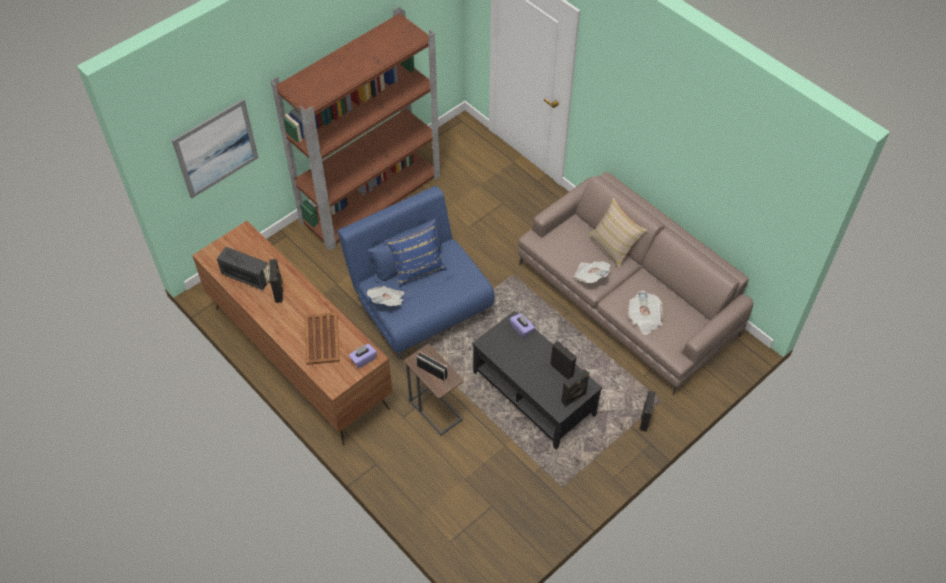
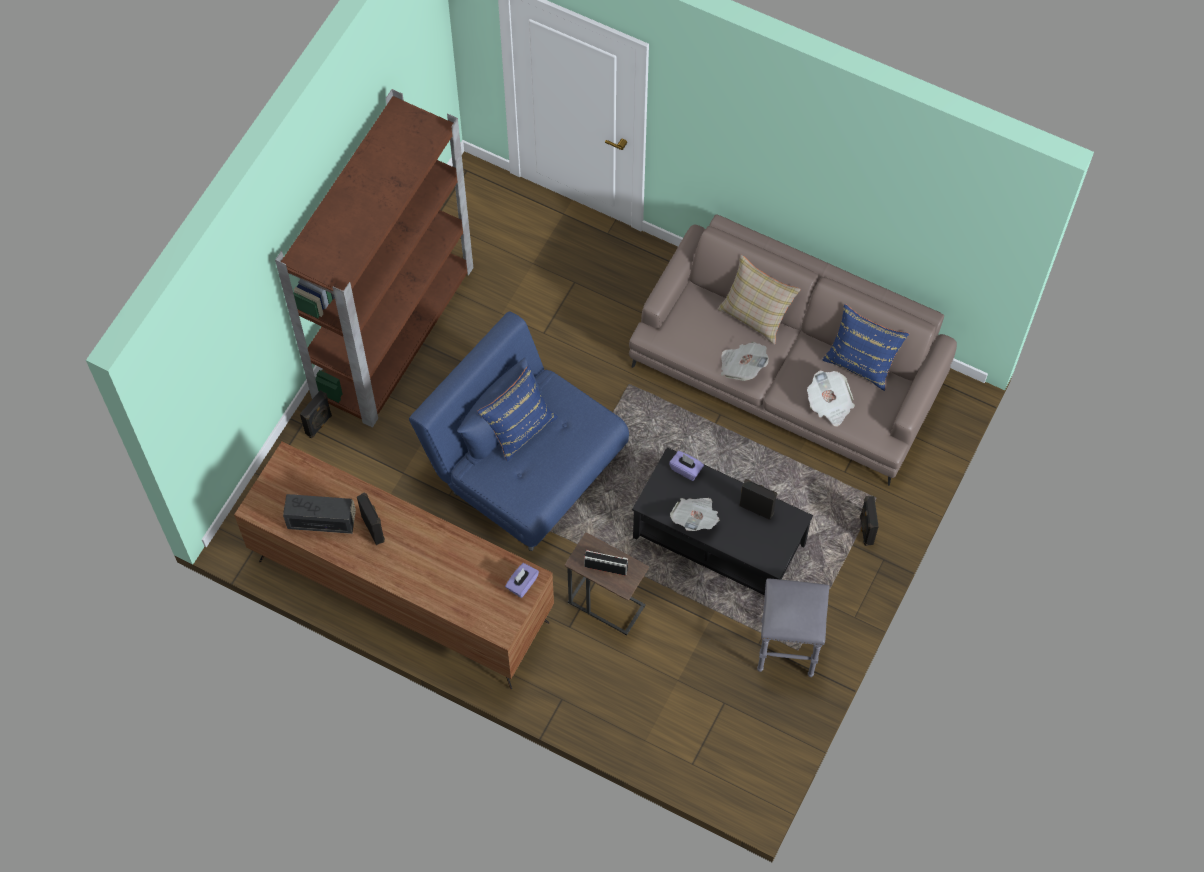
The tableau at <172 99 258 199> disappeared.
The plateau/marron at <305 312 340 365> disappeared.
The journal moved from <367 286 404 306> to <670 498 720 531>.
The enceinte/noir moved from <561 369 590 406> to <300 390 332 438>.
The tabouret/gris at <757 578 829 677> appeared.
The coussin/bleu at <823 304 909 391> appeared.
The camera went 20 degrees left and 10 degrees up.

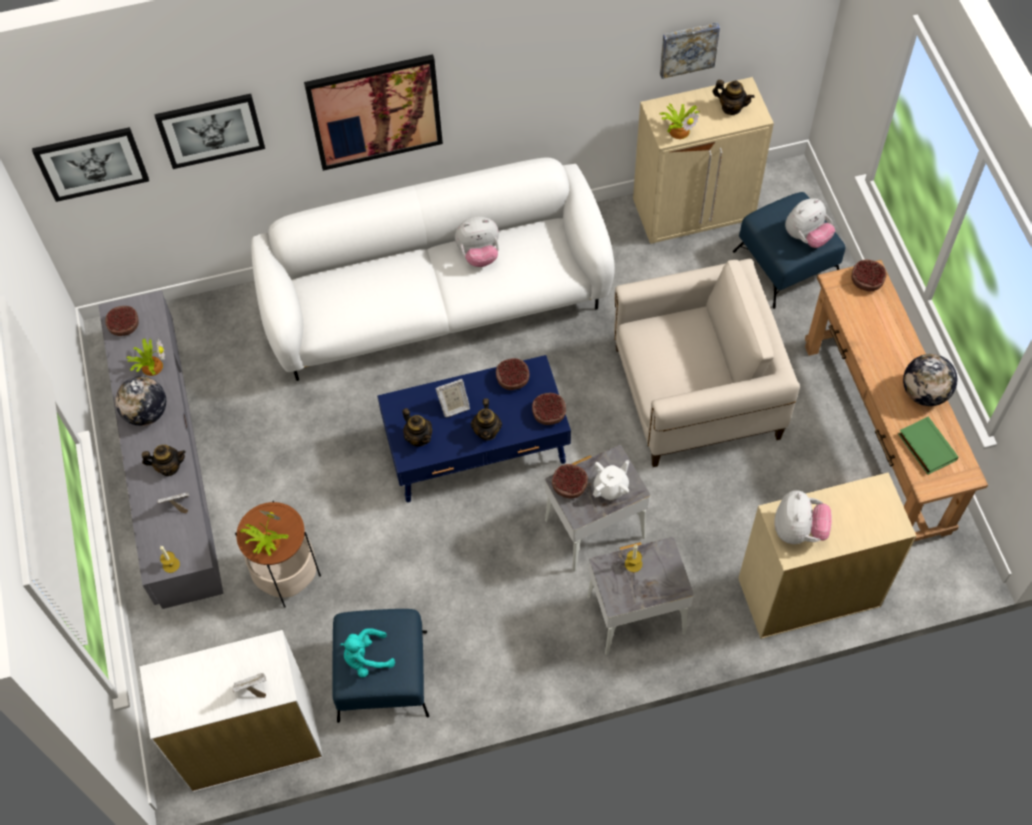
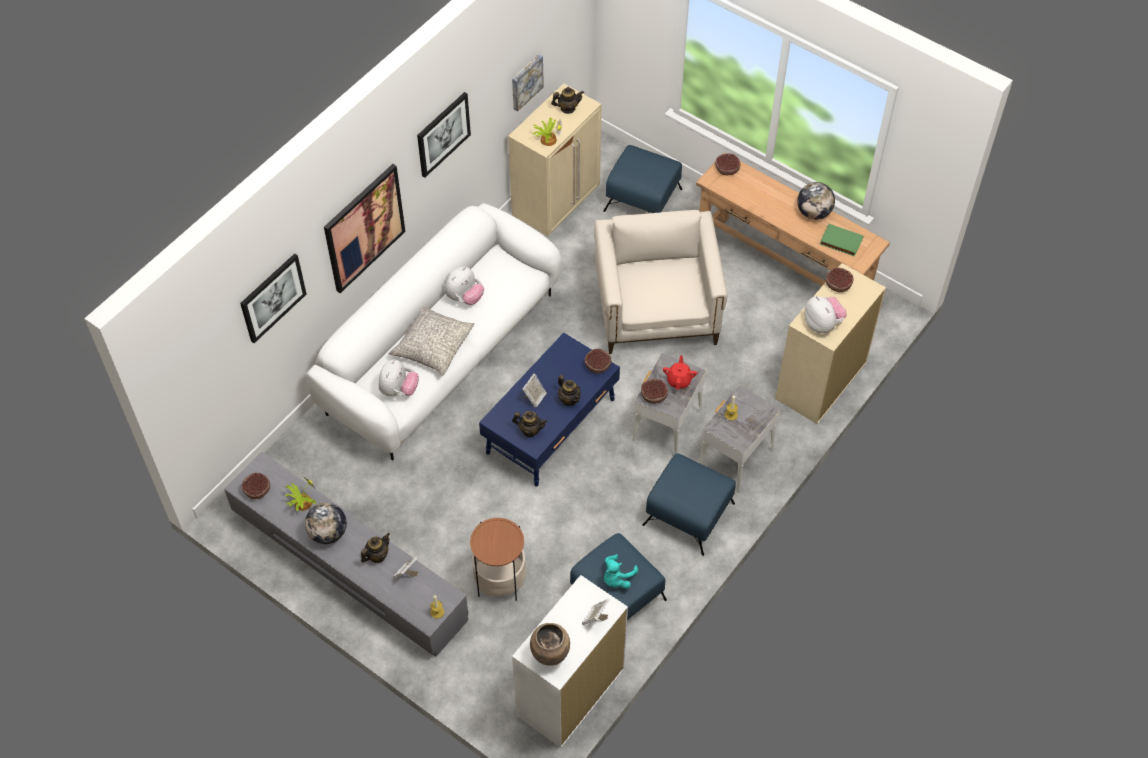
The tableau moved from <32 127 149 202> to <417 92 471 177>.
The plante en pot at <240 510 288 556> disappeared.
The bol moved from <496 358 530 390> to <826 268 854 292>.
The théière/blanc at <593 460 630 500> became the théière/rouge at <663 355 697 390>.
The fauteuil/beige at <614 259 800 467> turned 45 degrees counterclockwise.
The peluche moved from <785 199 835 248> to <379 359 419 396>.
The coussin/gris at <389 306 474 376> appeared.
The vase/marron at <530 623 570 666> appeared.
The pouf/bleu at <642 453 736 556> appeared.
The camera went 40 degrees left and 5 degrees down.

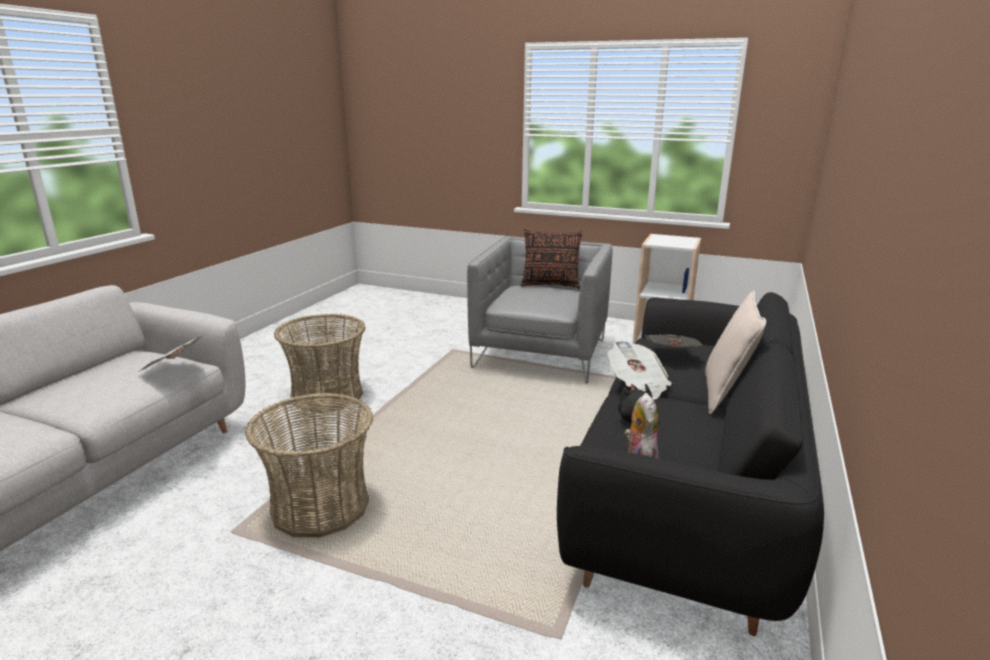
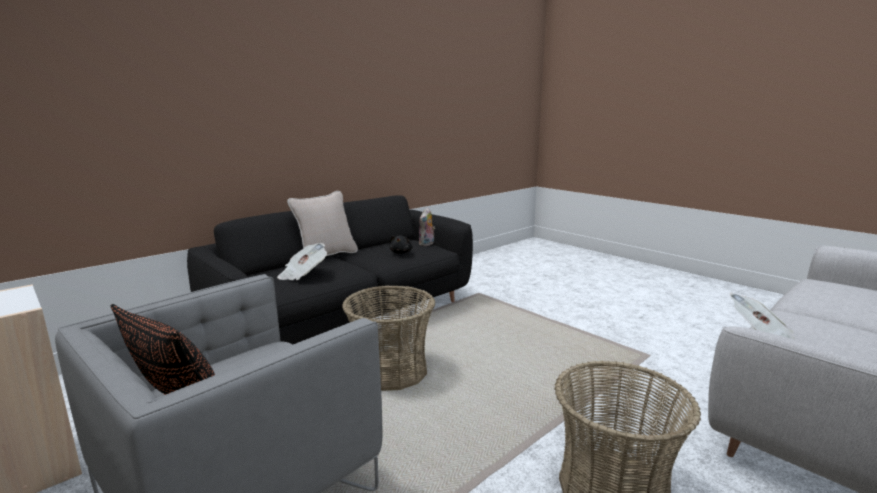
The panier moved from <245 393 373 537> to <342 285 435 391>.
The journal at <607 340 672 400> disappeared.
The camera went 155 degrees left and 5 degrees down.

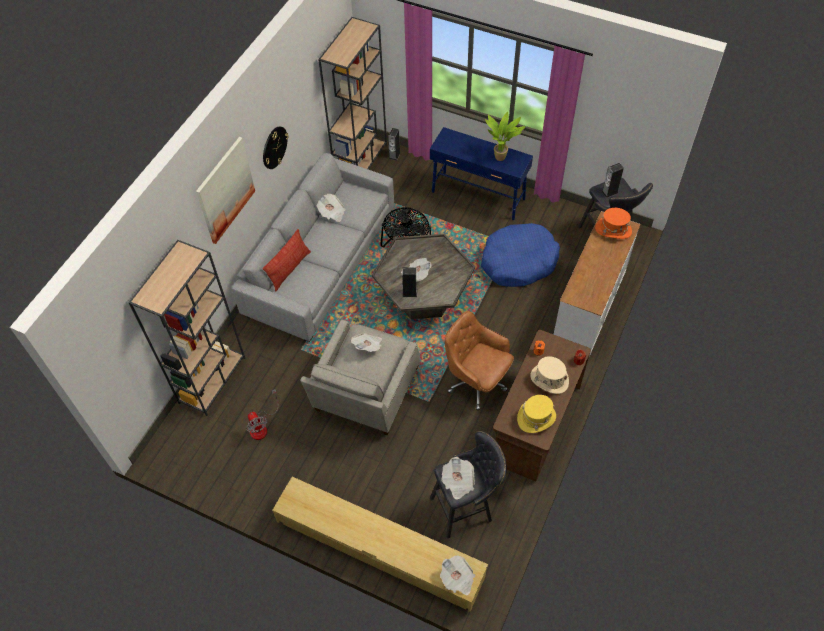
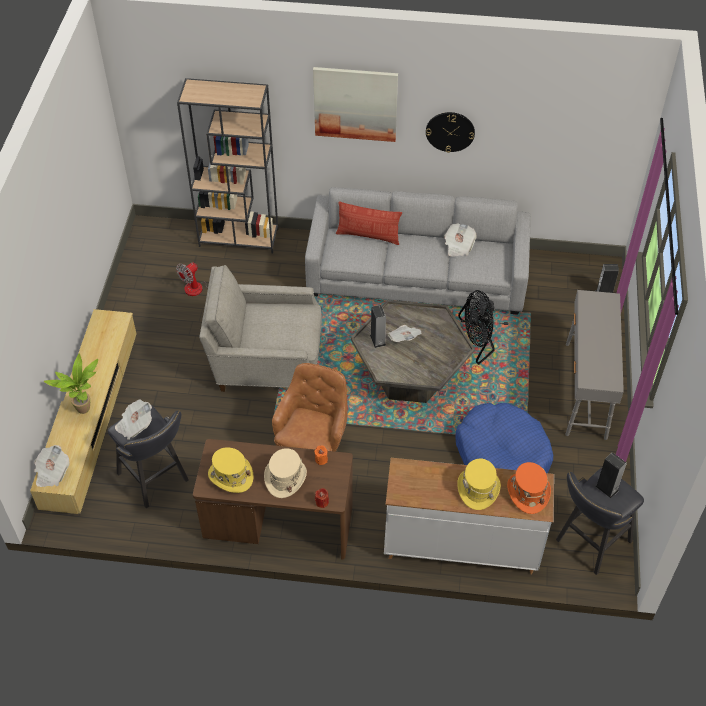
The bibliothèque at <318 17 387 170> disappeared.
The journal at <351 333 382 352> disappeared.
The table console/bleu at <430 127 533 220> became the table console/gris at <565 290 624 440>.
The plante en pot moved from <485 111 526 161> to <44 354 98 414>.
The chapeau/jaune at <457 459 501 510> appeared.
The camera went 70 degrees right and 5 degrees down.

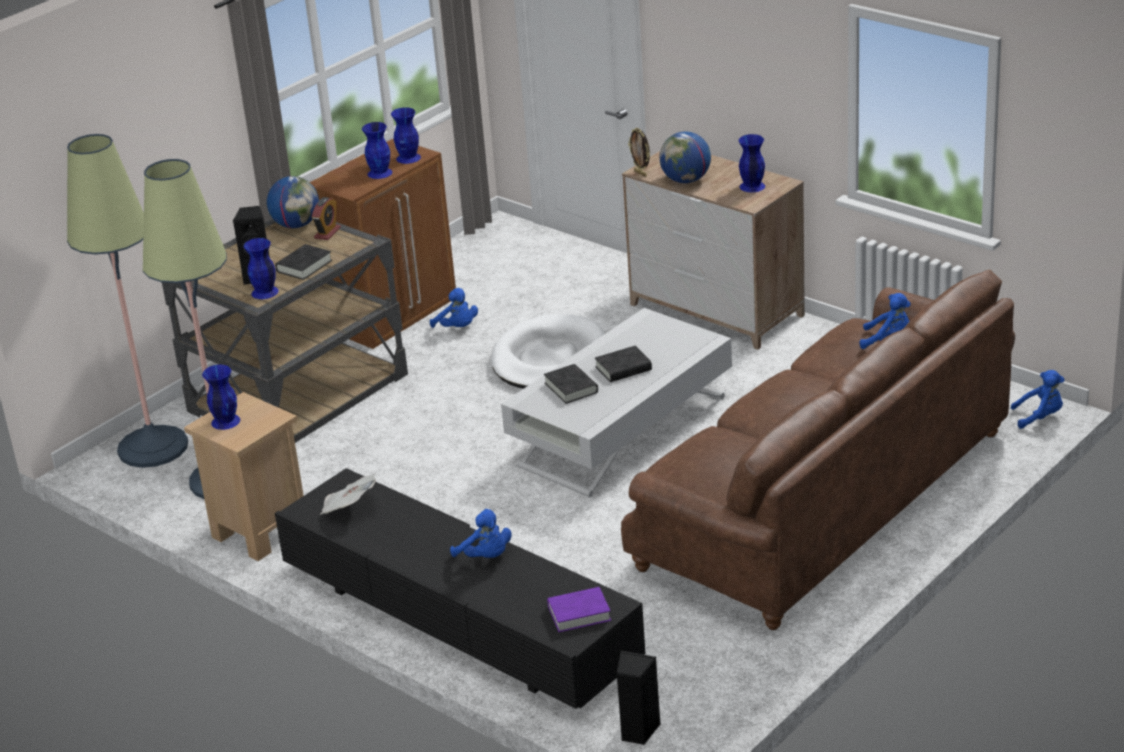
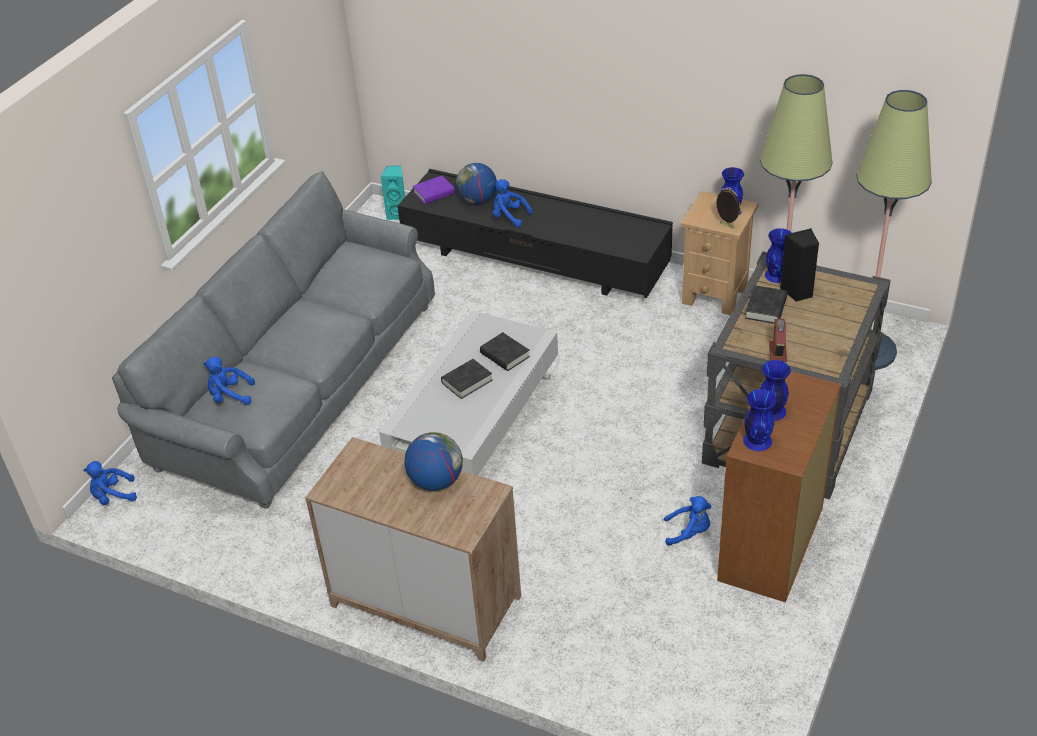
The globe moved from <267 176 319 228> to <456 163 497 204>.
The journal at <320 474 376 515> disappeared.
The peluche/bleu at <430 288 478 328> turned 150 degrees clockwise.
The panier pour chien/blanc at <491 314 605 389> disappeared.
The enceinte/noir at <617 650 660 745> became the enceinte/turquoise at <381 166 405 220>.
The canapé/marron at <621 270 1015 630> became the canapé/gris at <112 171 435 509>.
The cadre photo moved from <628 127 650 177> to <716 187 742 229>.
The vase/bleu at <739 134 765 192> disappeared.
The camera went 165 degrees right and 10 degrees up.

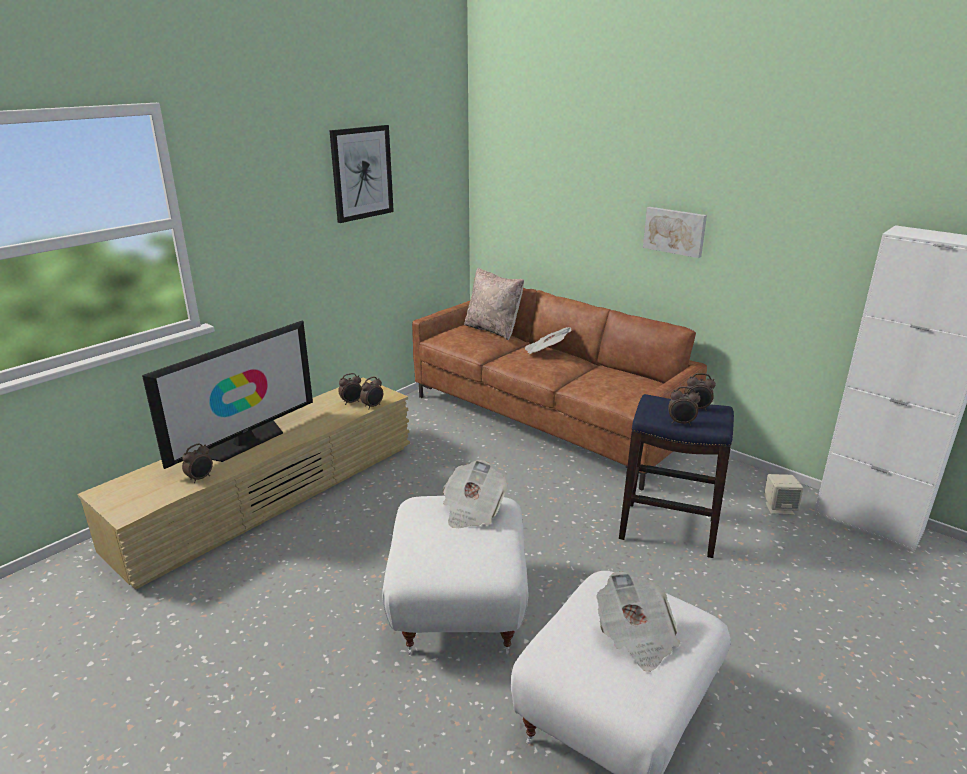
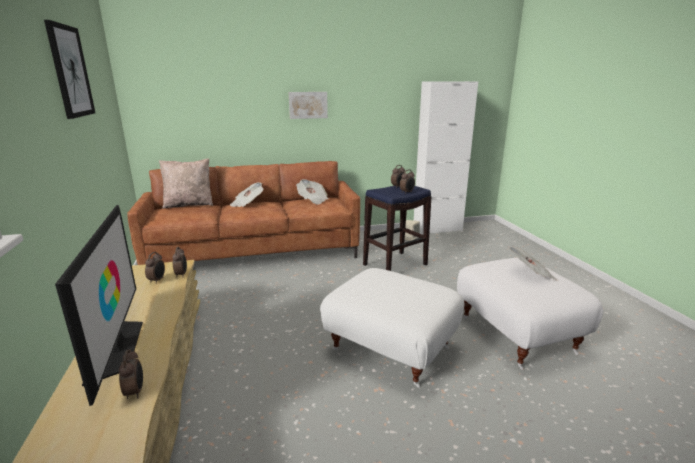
The journal moved from <443 460 507 528> to <296 179 329 205>.
The camera went 55 degrees left and 5 degrees down.

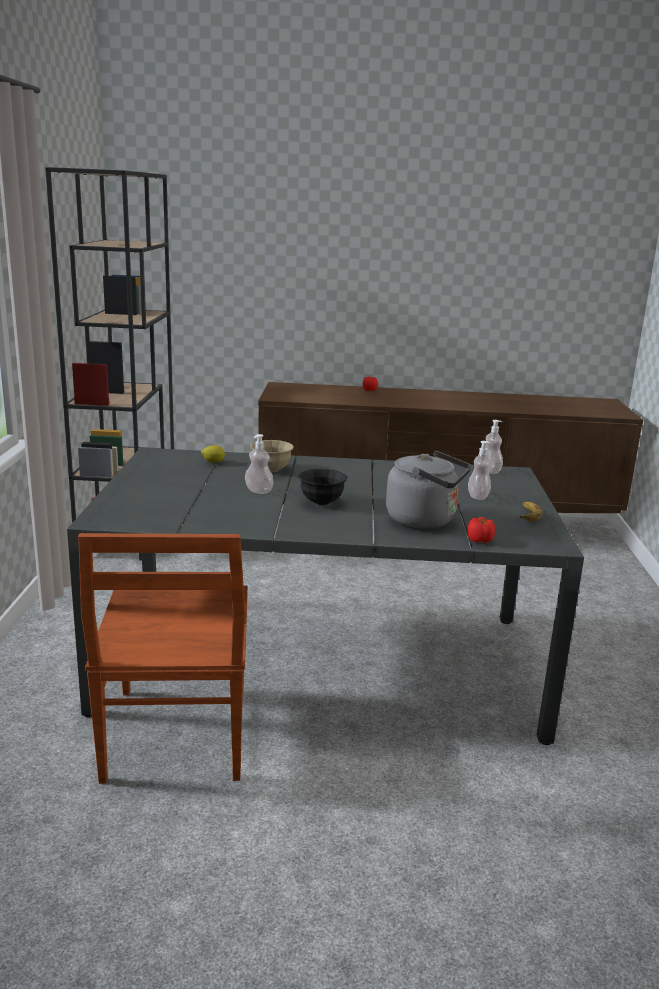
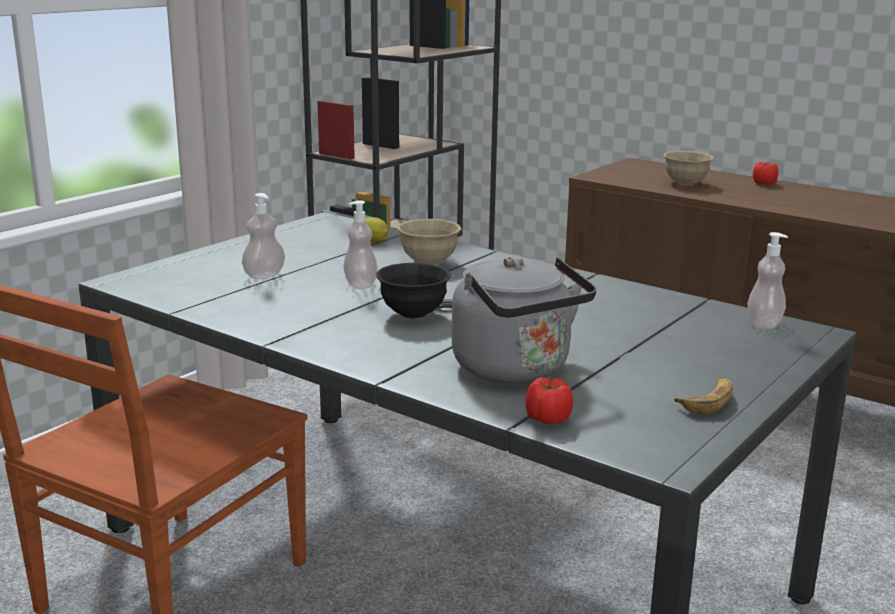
The distributeur de savon moved from <468 441 492 500> to <242 193 285 279>.
The bol/beige at <664 151 714 186> appeared.
The camera went 35 degrees right and 0 degrees up.

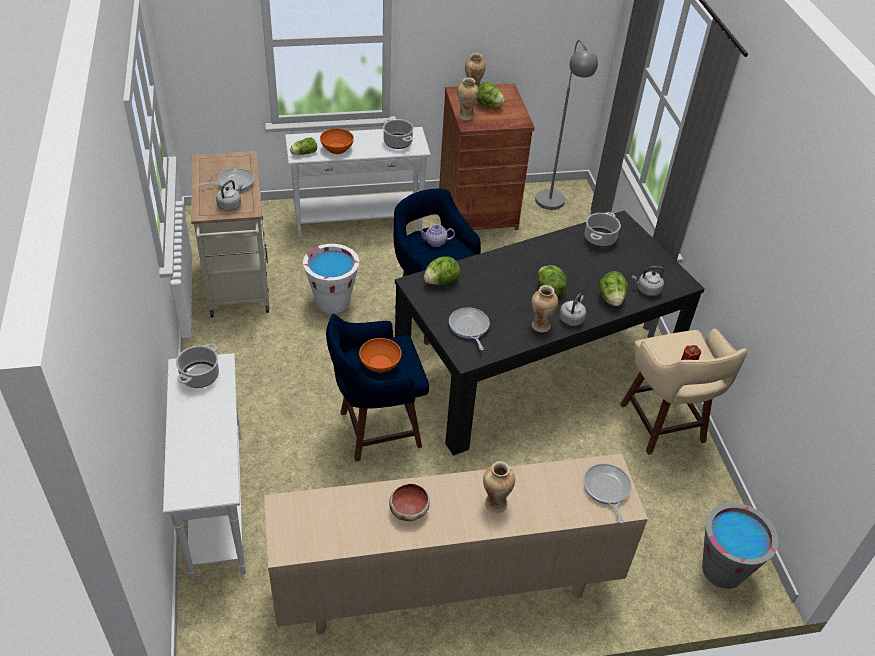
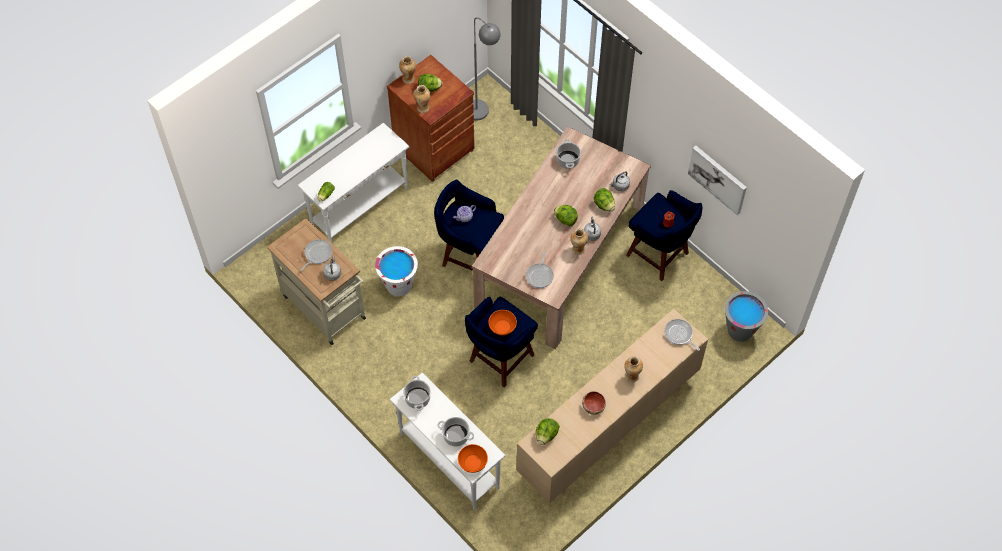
The bol/orange moved from <320 128 354 154> to <458 444 488 473>.
The marmite moved from <383 119 414 149> to <437 417 474 447>.
The table à manger/noir at <395 210 704 456> became the table à manger/beige at <472 126 651 349>.
The laitue moved from <424 256 460 285> to <536 418 560 445>.
The poêle at <449 307 490 350> turned 120 degrees counterclockwise.
The tabouret/beige at <620 328 747 455> became the tabouret/bleu at <626 190 702 281>.
The tableau at <688 146 747 215> appeared.
The camera went 30 degrees left and 15 degrees up.

